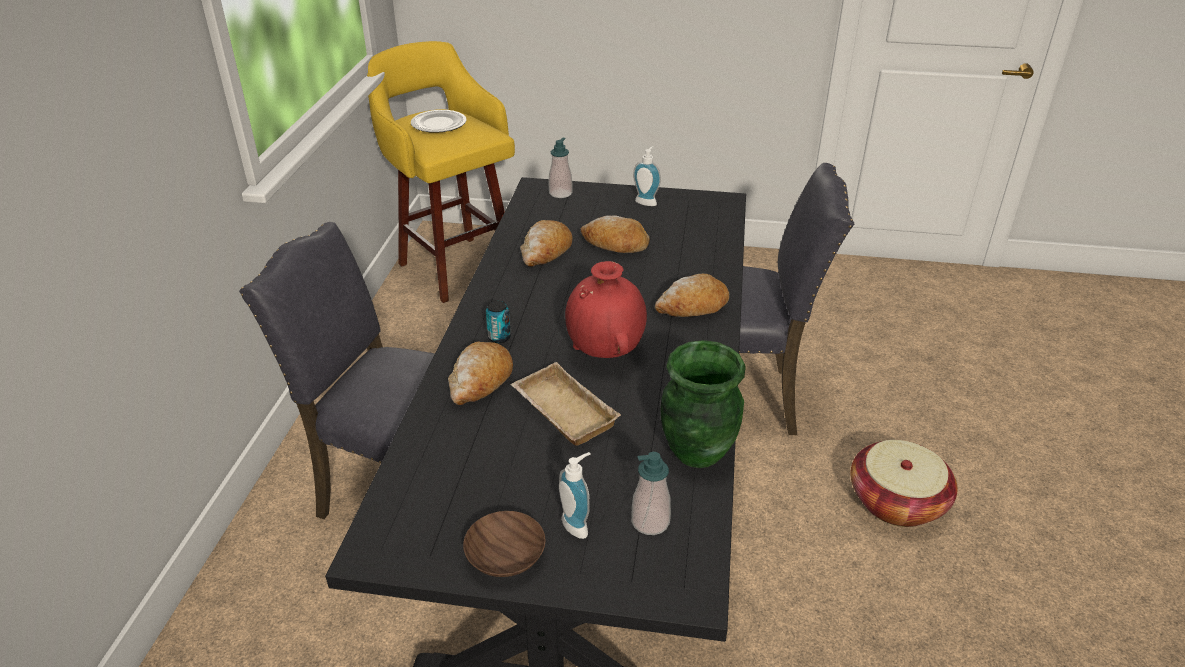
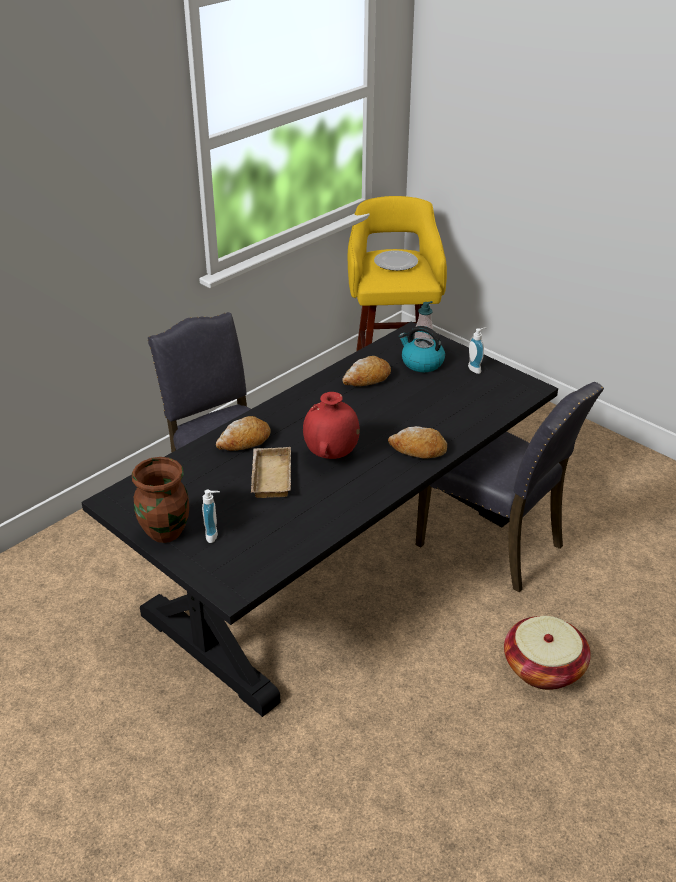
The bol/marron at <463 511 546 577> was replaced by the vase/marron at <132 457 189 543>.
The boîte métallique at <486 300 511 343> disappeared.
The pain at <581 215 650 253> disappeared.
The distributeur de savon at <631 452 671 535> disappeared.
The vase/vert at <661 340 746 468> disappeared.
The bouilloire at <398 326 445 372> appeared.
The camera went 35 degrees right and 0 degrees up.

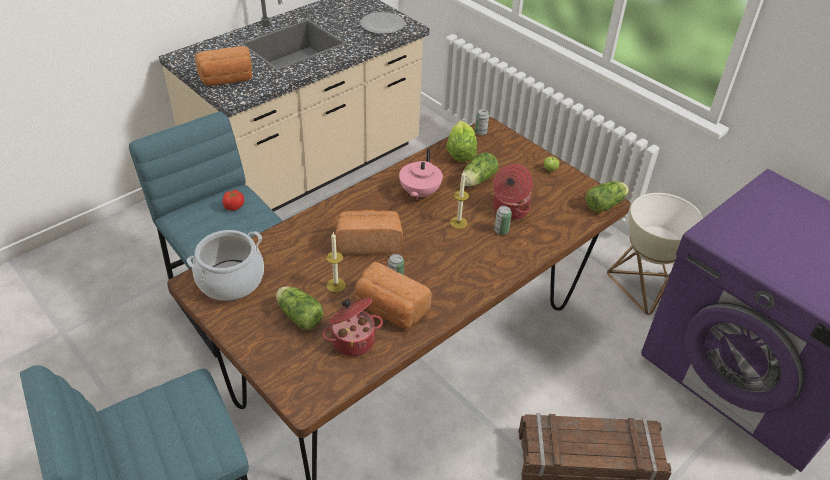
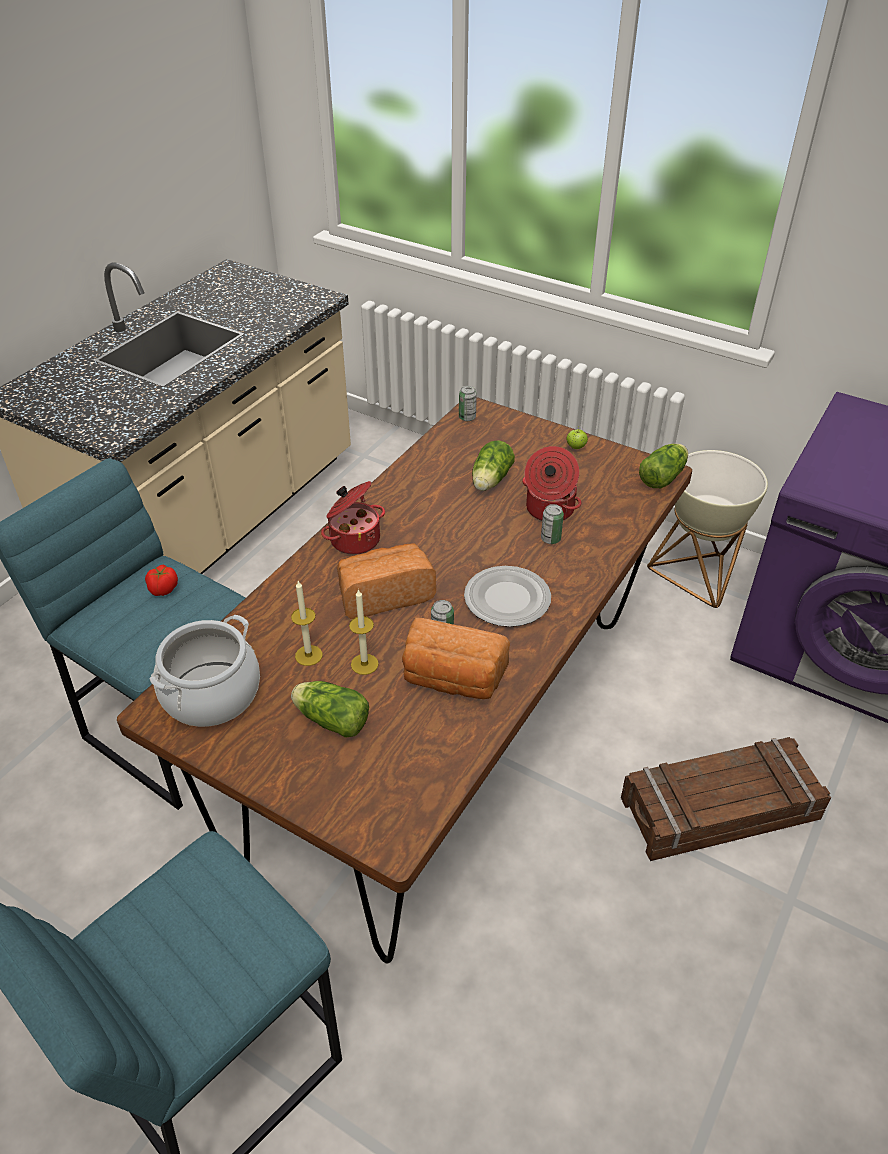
The pain at <195 46 252 86> disappeared.
The marmite moved from <323 298 383 356> to <321 481 385 555>.
The assiette moved from <360 12 405 34> to <464 566 551 627>.
The théière/rose at <399 149 443 200> disappeared.
The laitue at <446 121 477 162> disappeared.
The bougie moved from <450 171 469 229> to <291 581 323 666>.
The camera went 15 degrees left and 0 degrees up.

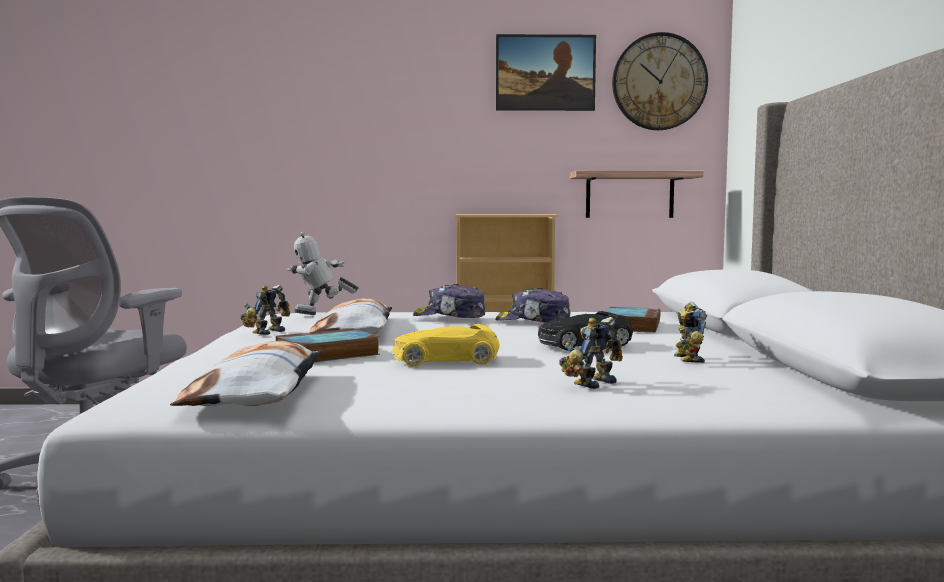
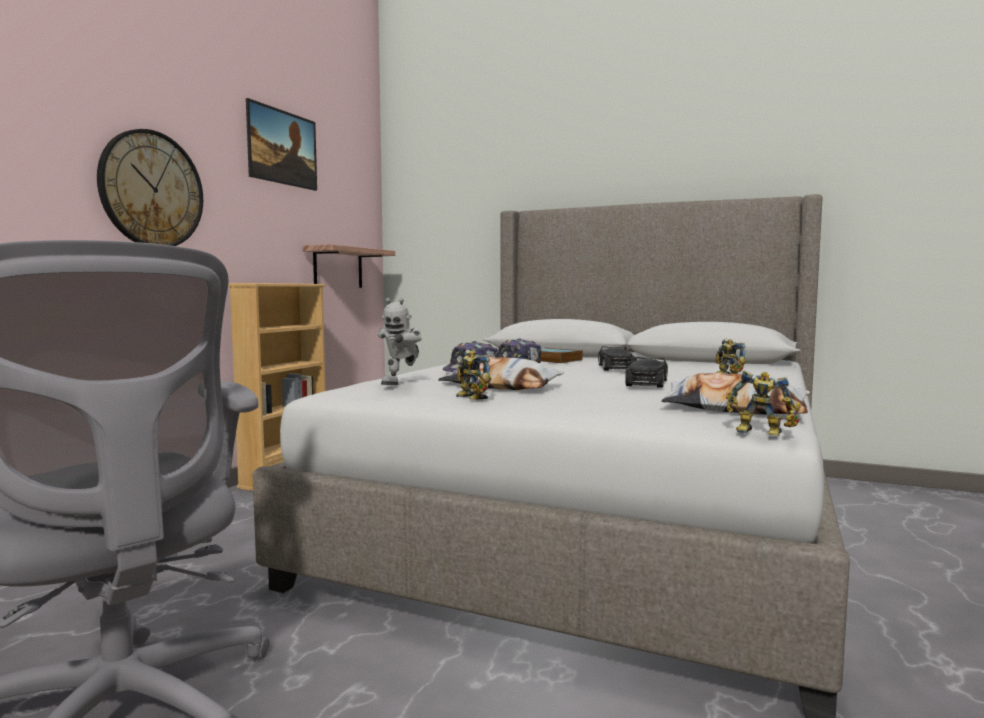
The livre at <276 328 380 362> disappeared.
The petite voiture/jaune at <391 324 500 366> became the petite voiture/noir at <625 357 668 388>.
The horloge murale moved from <612 32 708 130> to <97 129 203 246>.
The robot jouet moved from <674 302 707 363> to <726 371 800 436>.
The camera went 65 degrees left and 0 degrees up.

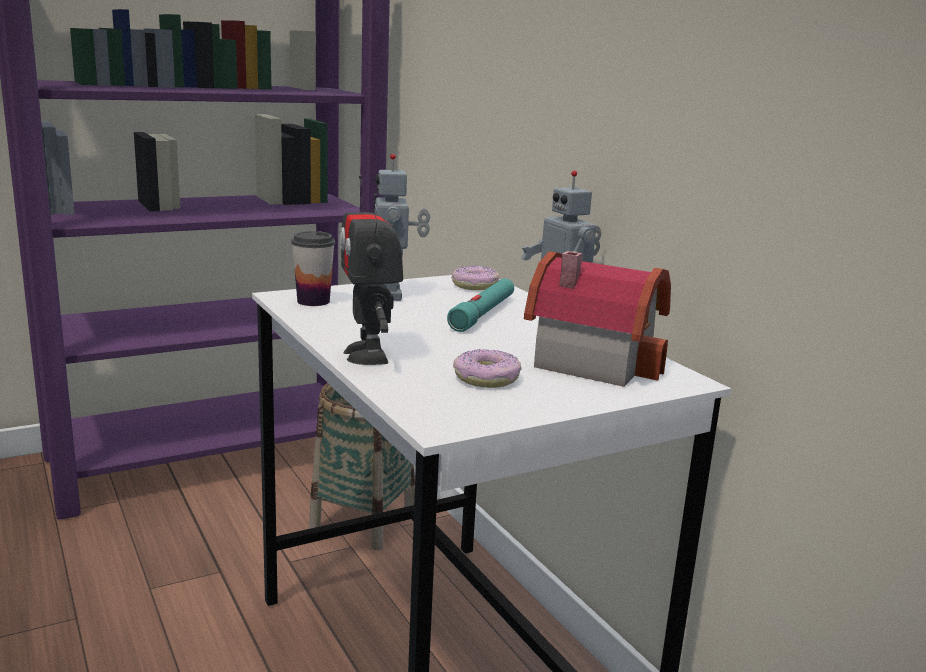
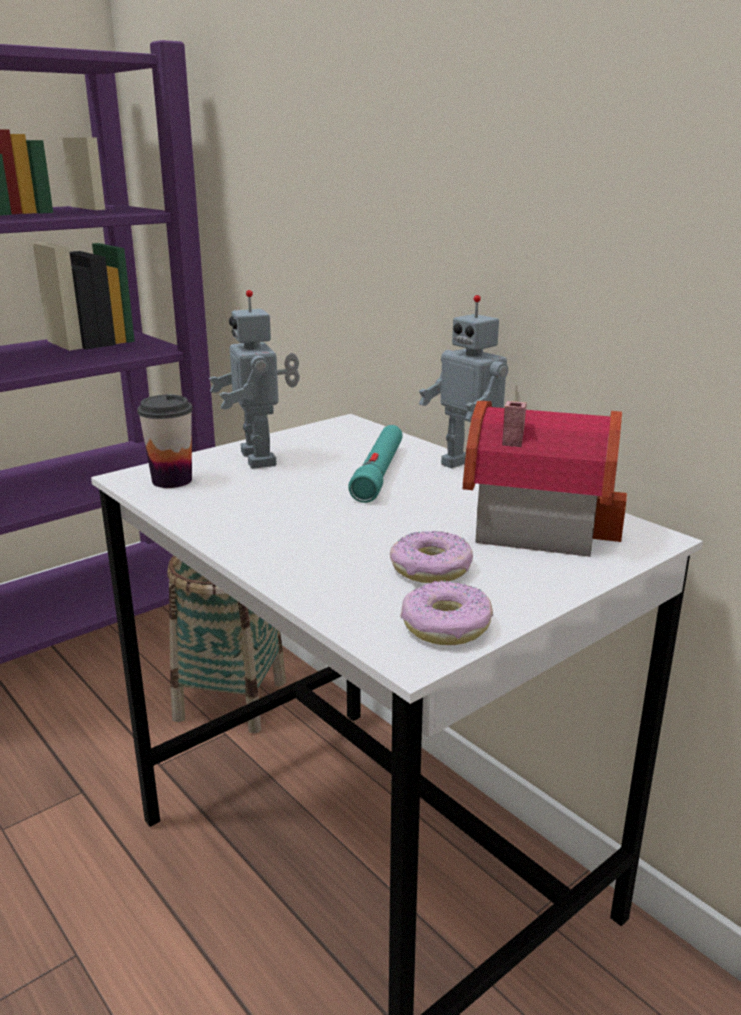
The robot jouet at <339 175 403 365> disappeared.
The beignet moved from <452 266 499 290> to <400 580 493 645>.
The camera went 10 degrees left and 5 degrees up.

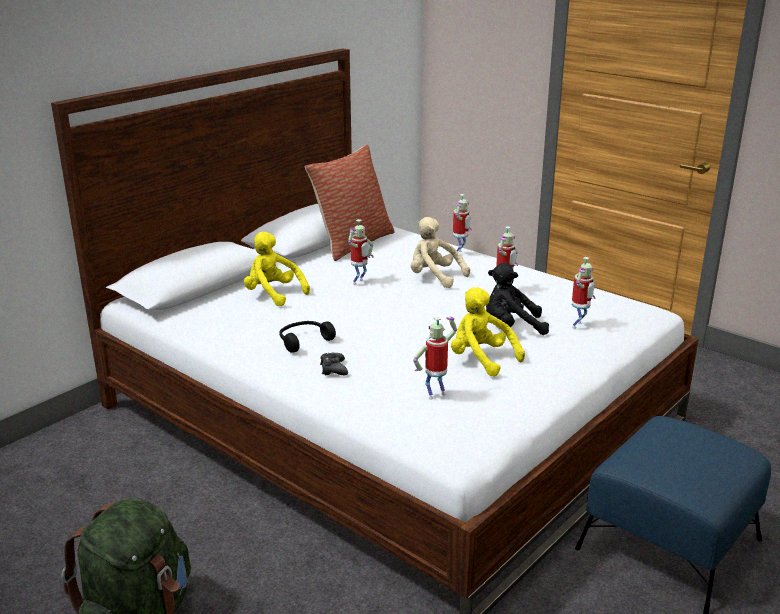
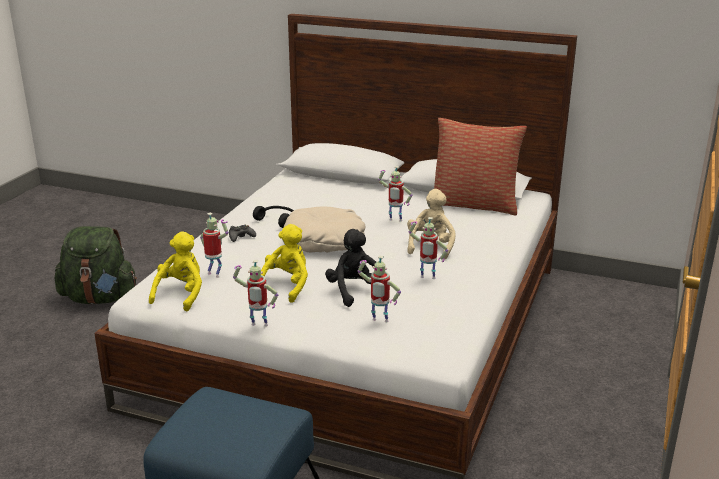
The peluche/jaune moved from <244 232 310 306> to <149 231 202 311>.
The robot jouet moved from <453 194 472 252> to <233 260 278 326>.
The coussin/beige at <284 207 365 252> appeared.
The camera went 70 degrees right and 0 degrees up.

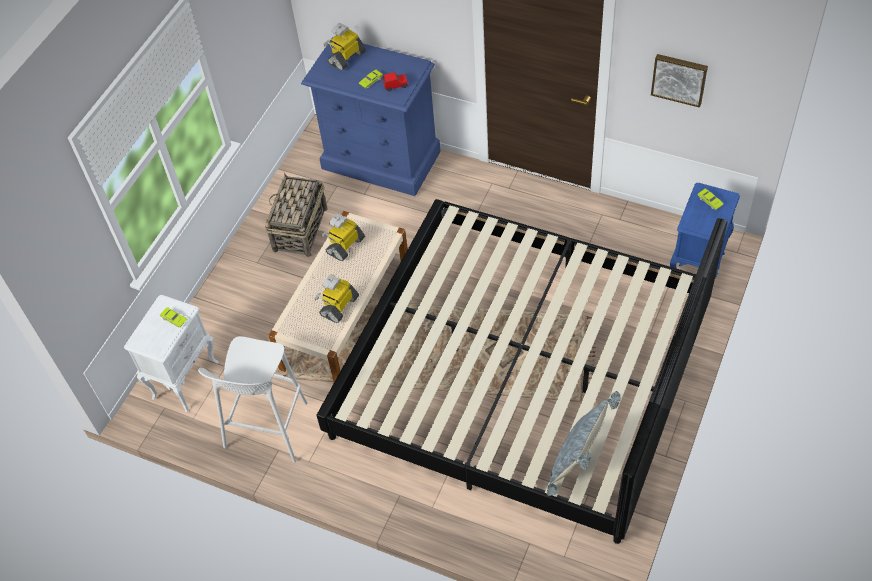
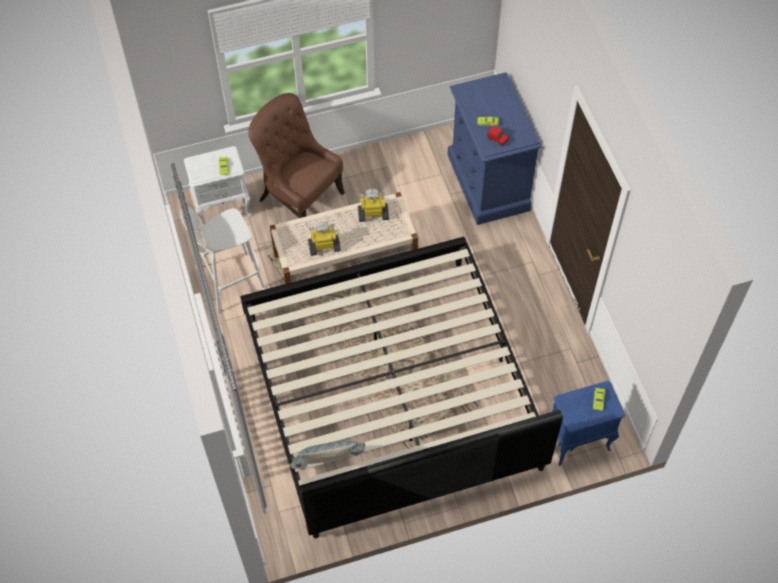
The panier at <265 173 328 257> disappeared.
The robot jouet at <323 23 366 71> disappeared.
The tableau at <651 54 708 108> disappeared.
The chaise/marron at <248 93 345 233> appeared.
The camera went 45 degrees right and 5 degrees up.

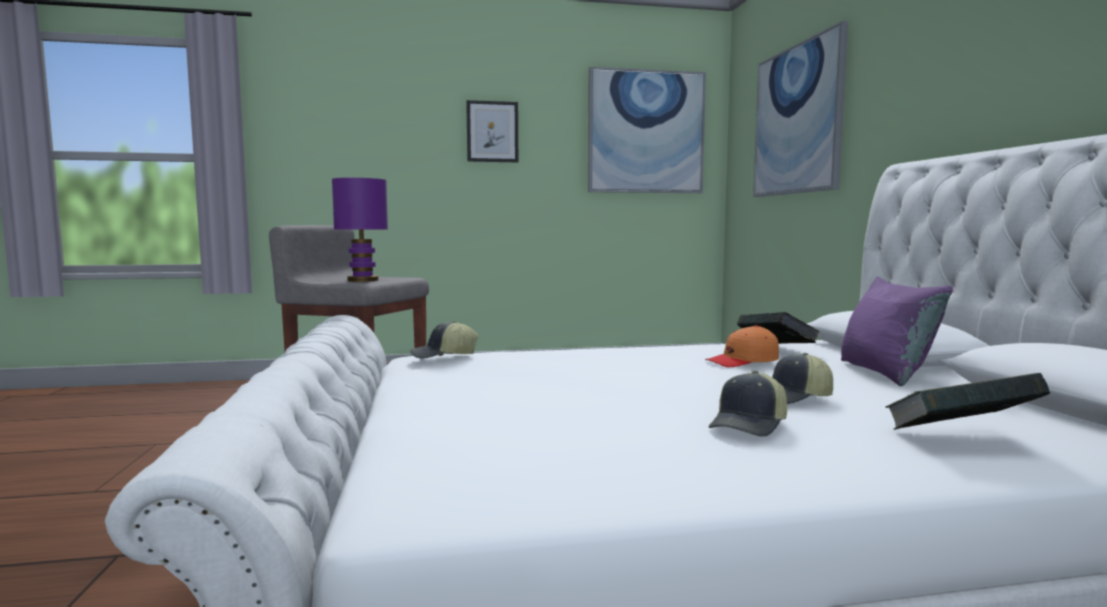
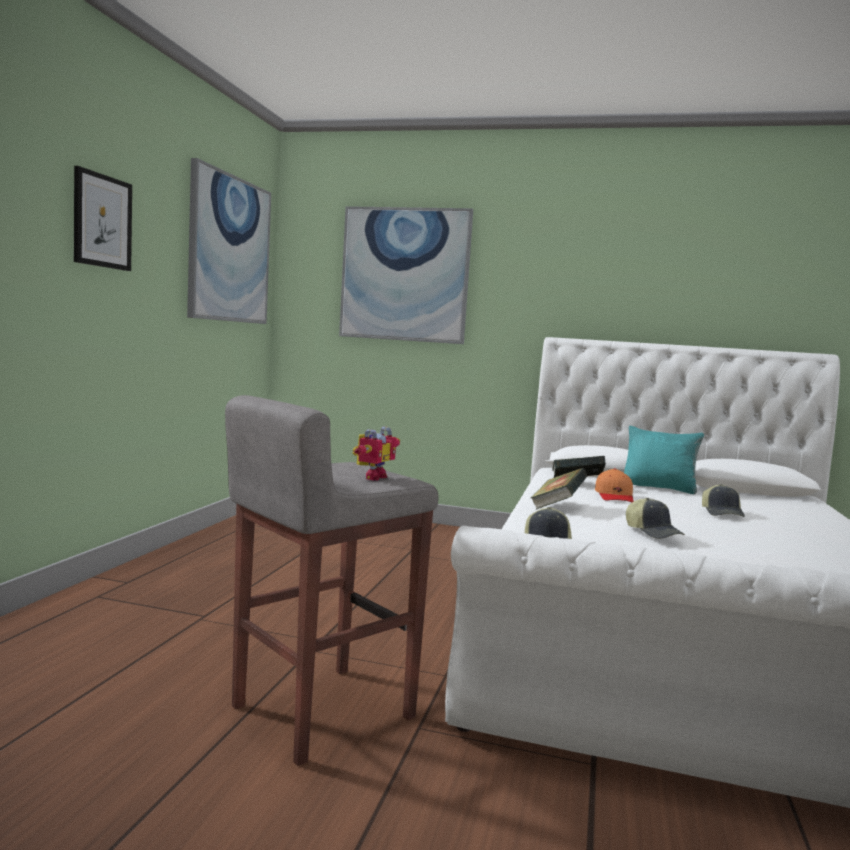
The lampe de table/violet at <332 178 388 282> was replaced by the robot jouet at <353 426 400 481>.
The casquette moved from <709 371 787 437> to <626 498 685 539>.
The coussin/violet at <841 276 953 386> became the coussin/turquoise at <624 426 704 494>.
The livre moved from <886 373 1050 430> to <530 468 588 509>.
The camera went 65 degrees left and 0 degrees up.

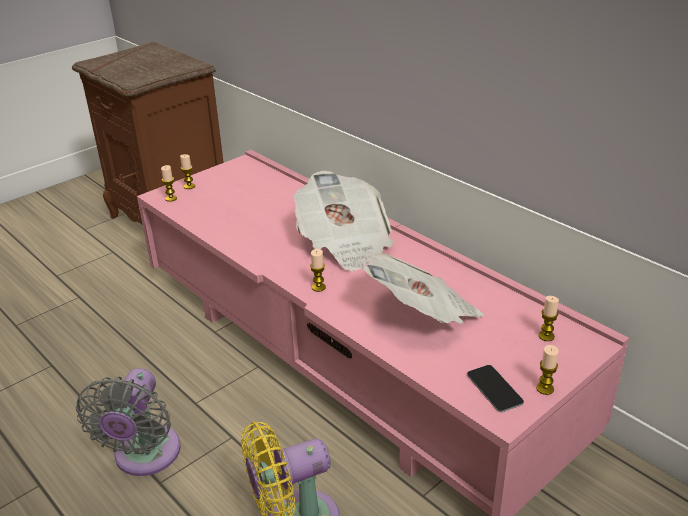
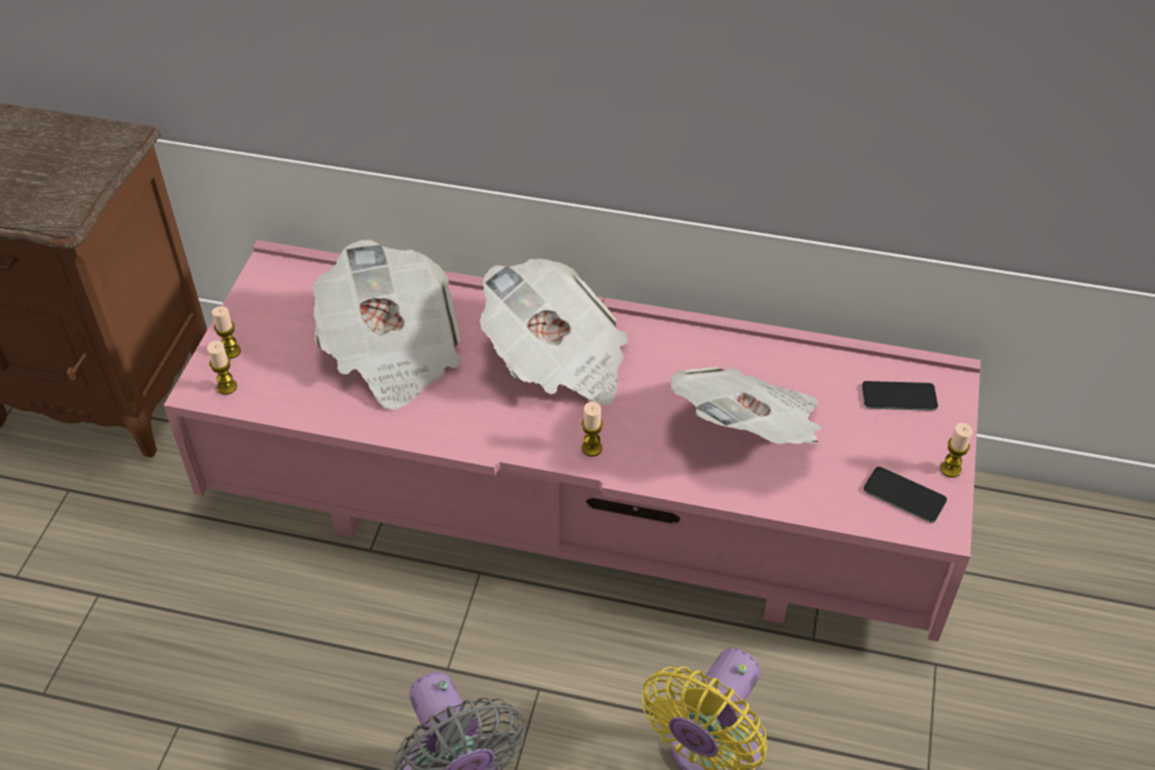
The bougie at <538 296 559 341> was replaced by the téléphone at <862 381 938 411>.
The journal at <313 239 462 410> appeared.
The camera went 35 degrees left and 15 degrees up.

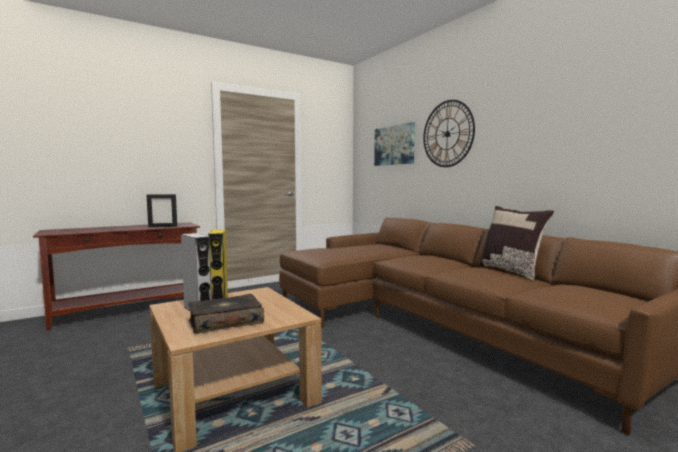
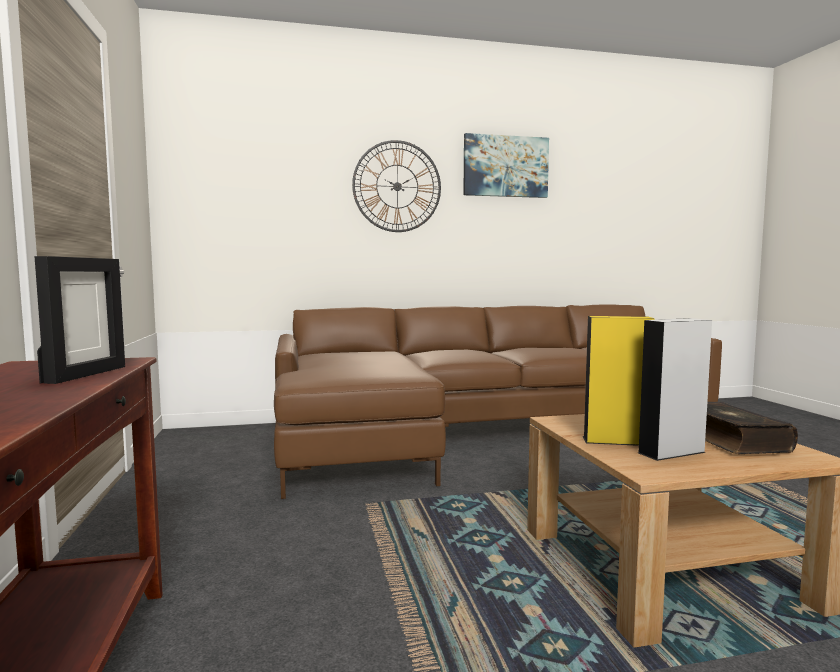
The tableau moved from <374 122 415 166> to <463 133 549 198>.
The coussin at <480 206 554 280> disappeared.
The camera went 70 degrees left and 0 degrees up.

